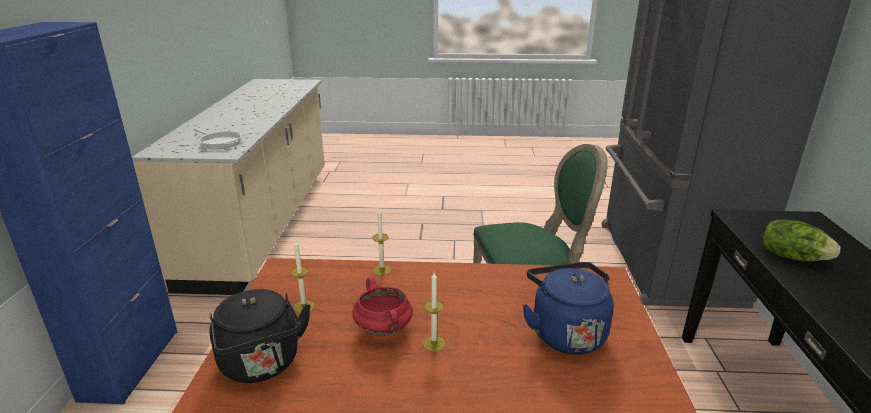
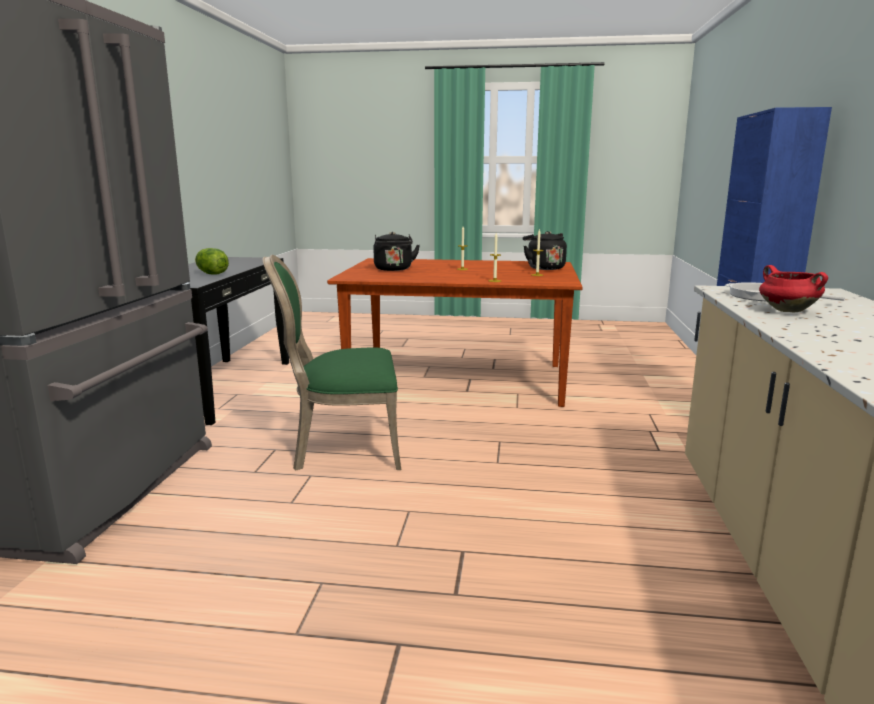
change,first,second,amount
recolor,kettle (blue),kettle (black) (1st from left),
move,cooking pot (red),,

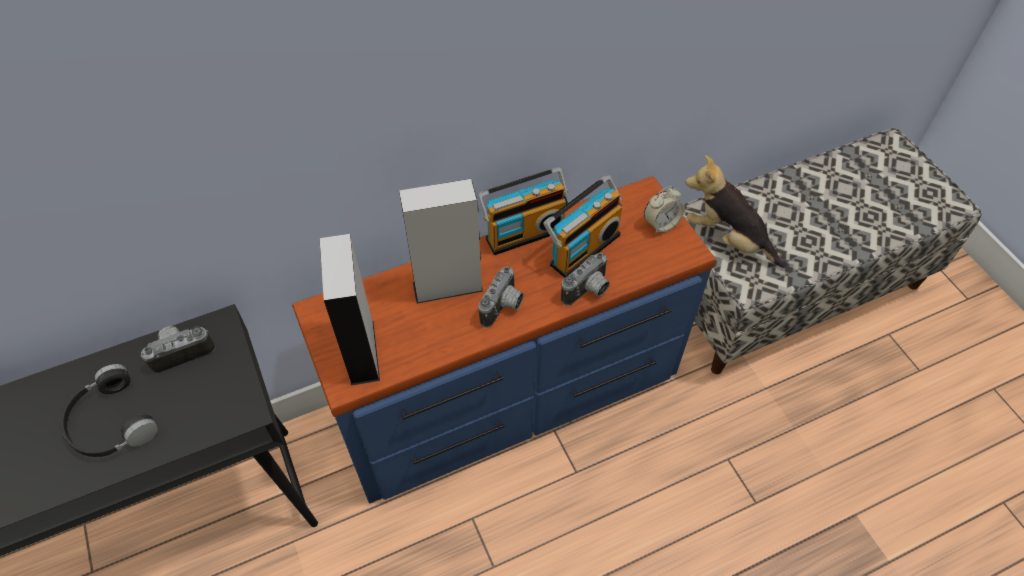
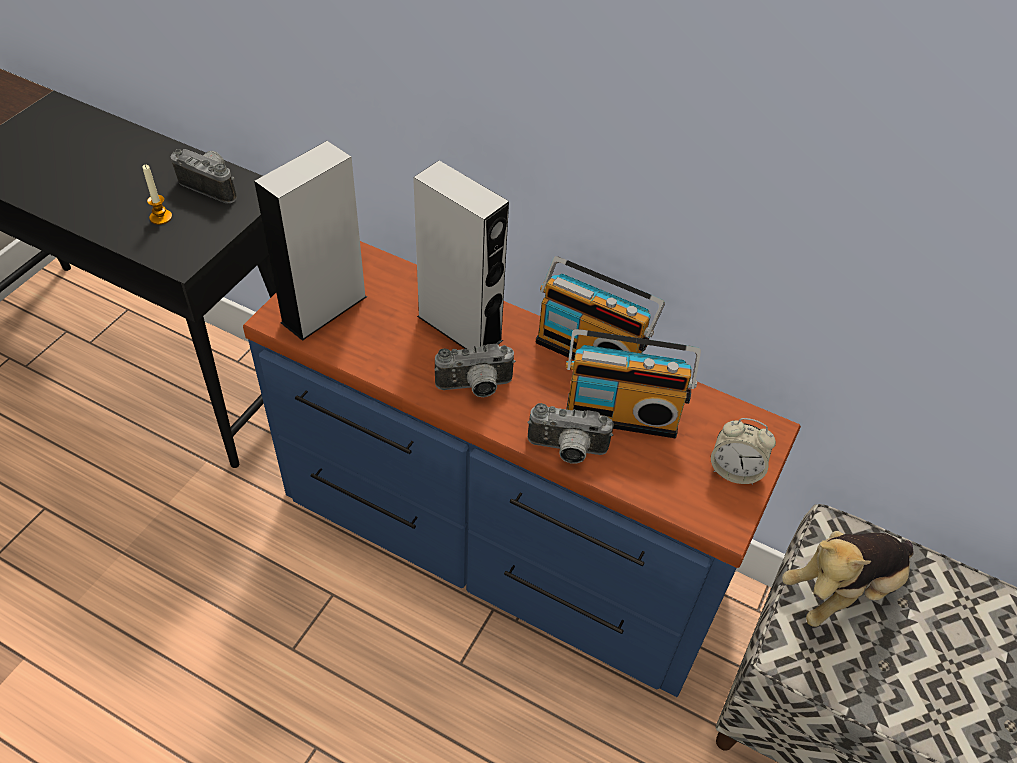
change,first,second,amount
rotate,plush toy,,120 degrees counterclockwise
delete,headphones (black),,
insert,,candle,

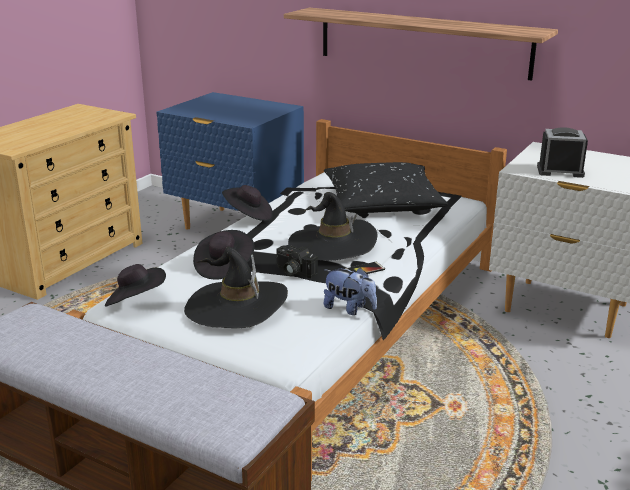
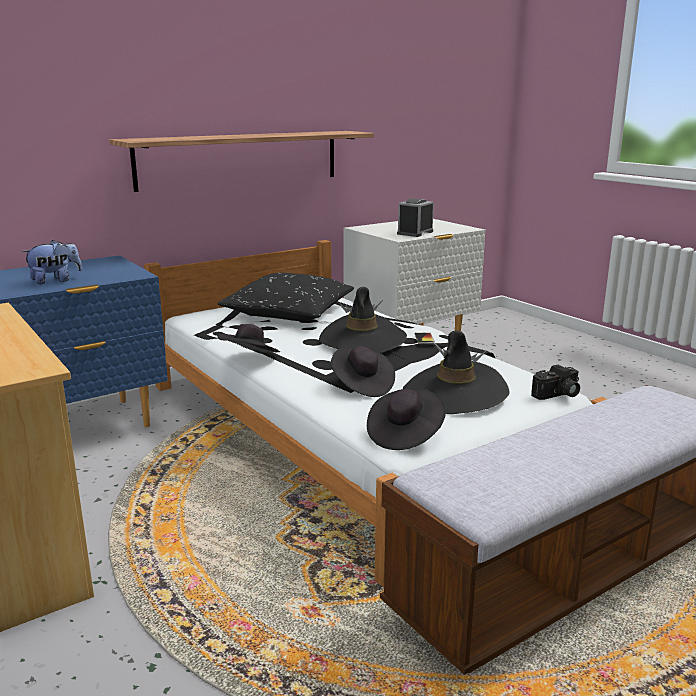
change,first,second,amount
move,photo camera,,
move,plush toy,,

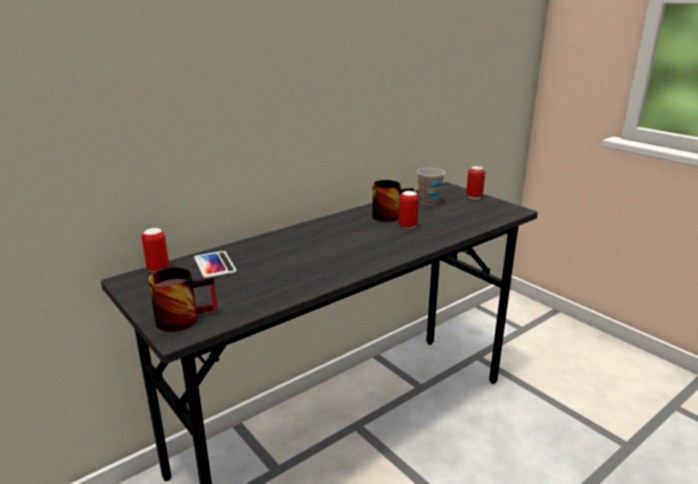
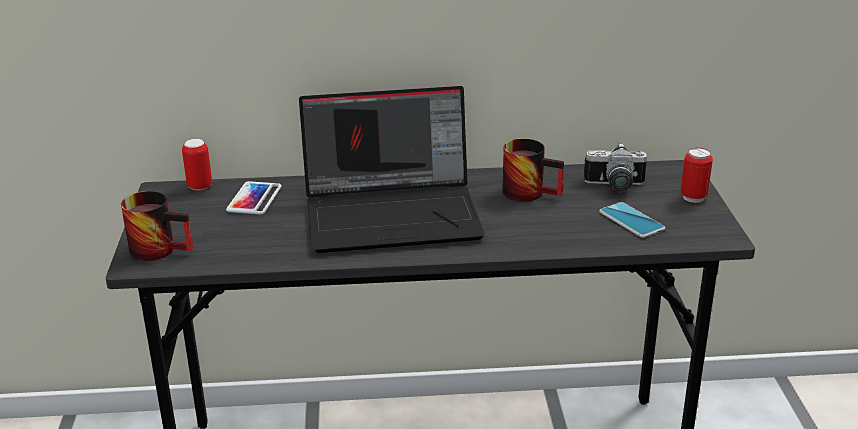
change,first,second,amount
replace,cup,photo camera,
delete,can (2nd from left),,
insert,,laptop,
insert,,phone (2nd from left),

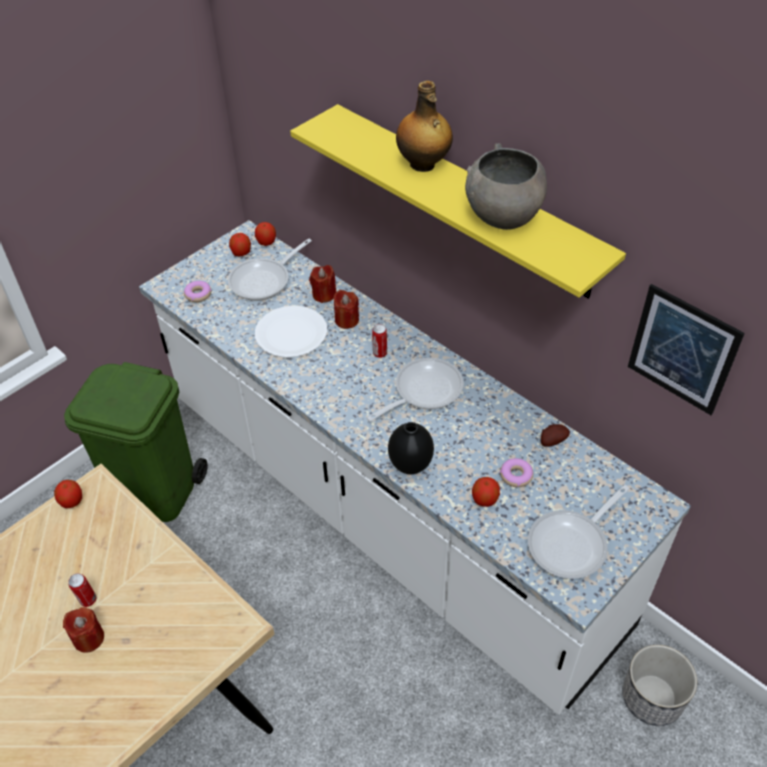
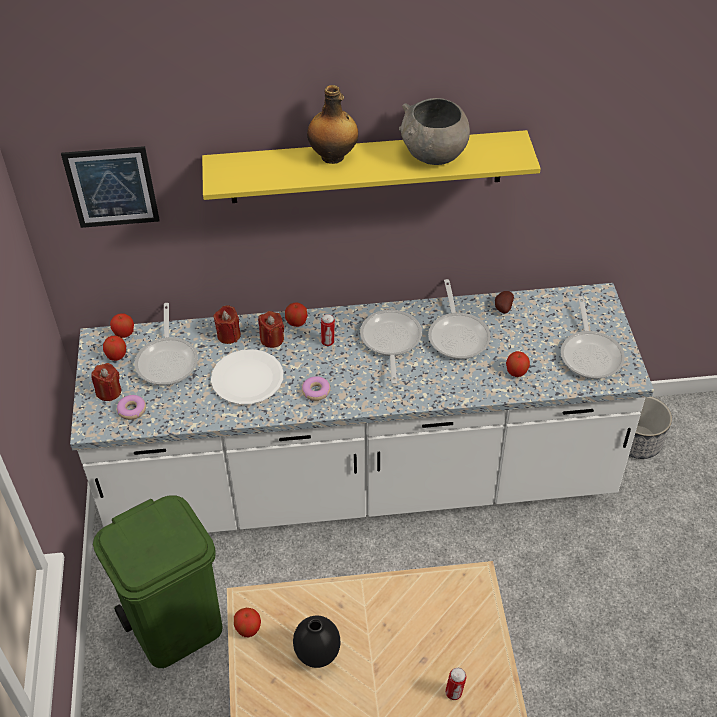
change,first,second,amount
move,picture,,
move,vase (black),,
move,donut (2nd from left),,
move,can (1st from left in the first image),can (2nd from left),
move,candle (red) (1st from left),,
insert,,frying pan (3rd from left),
insert,,apple (4th from left),

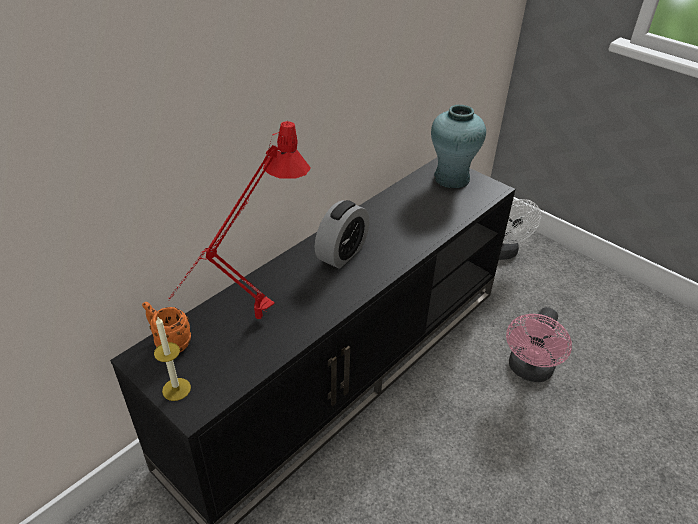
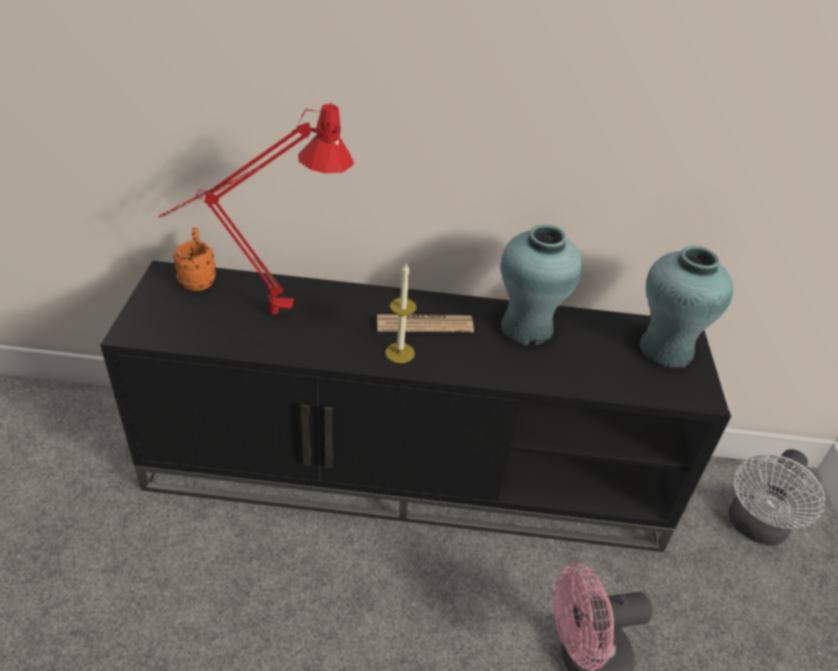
change,first,second,amount
replace,alarm clock,newspaper,
move,candle,,
insert,,vase (turquoise) (1st from left),

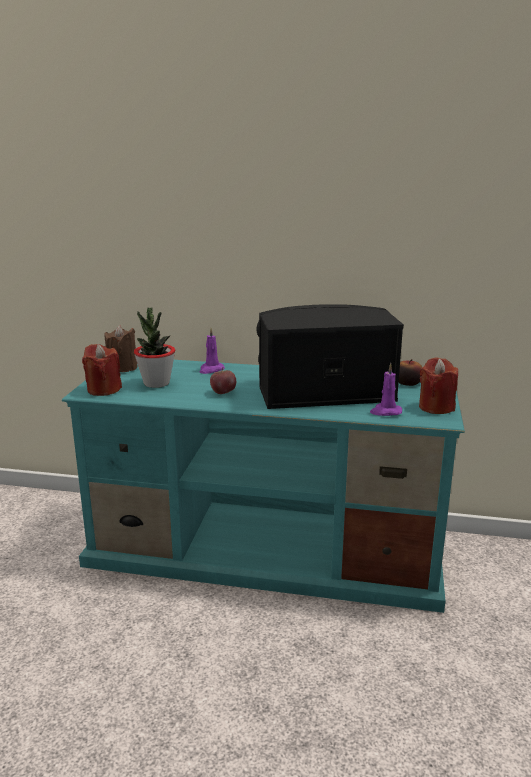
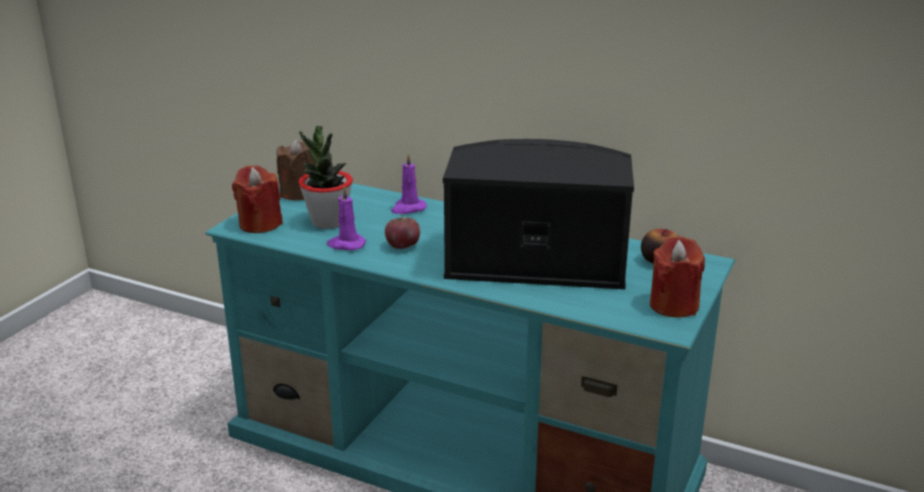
change,first,second,amount
move,candle (purple) (2nd from left in the first image),candle (purple) (1st from left),

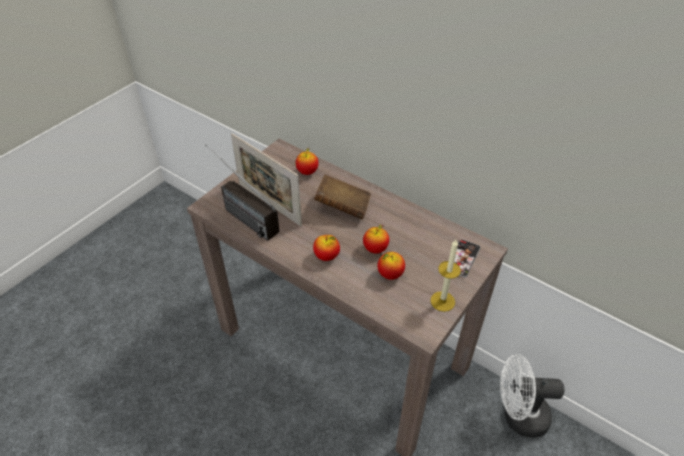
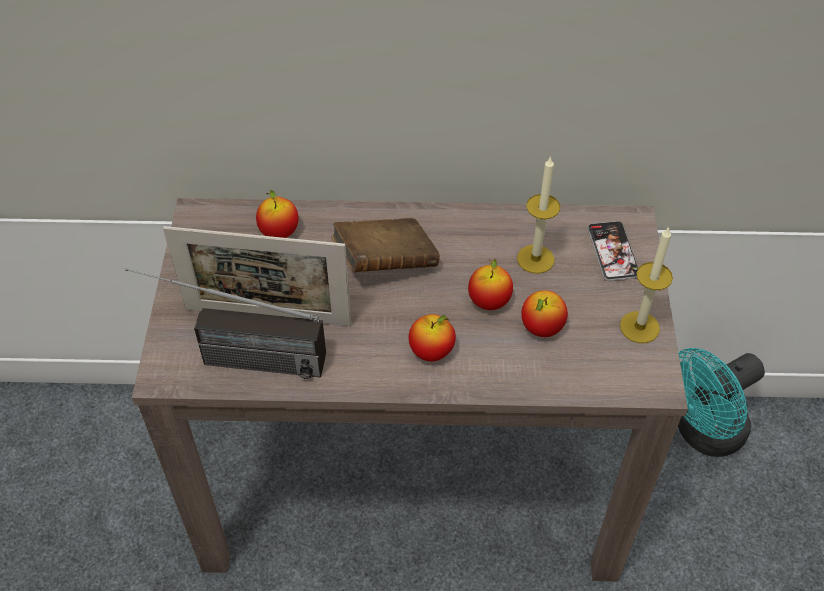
change,first,second,amount
recolor,fan (white),fan (turquoise),
insert,,candle (1st from left),

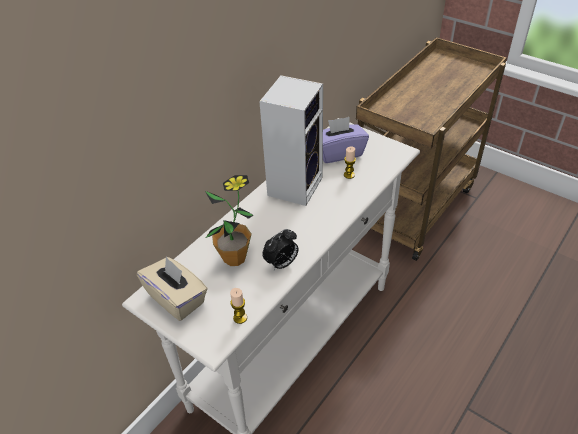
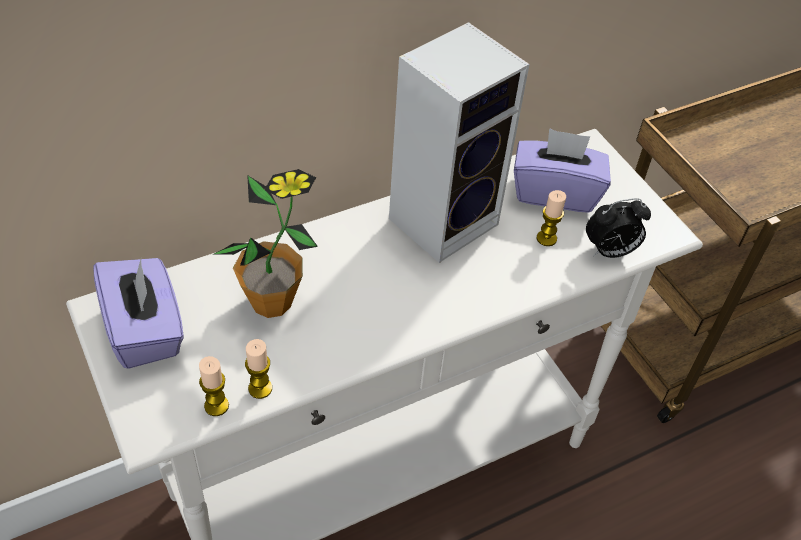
change,first,second,amount
move,alarm clock,,
recolor,tissue box (beige),tissue box (purple) (1st from left),
insert,,candle (2nd from left),

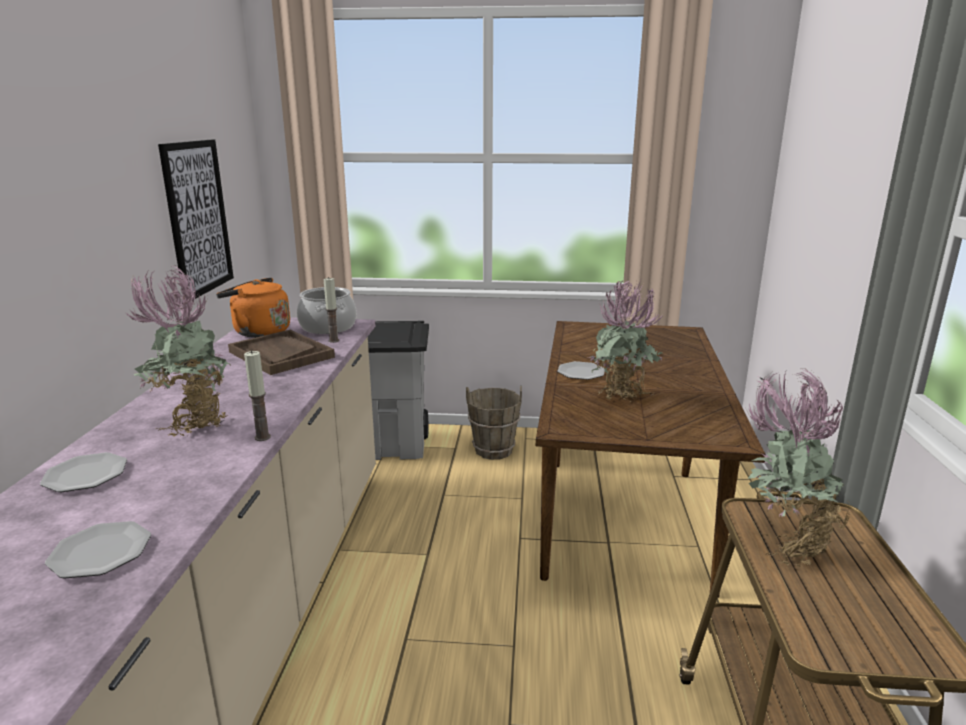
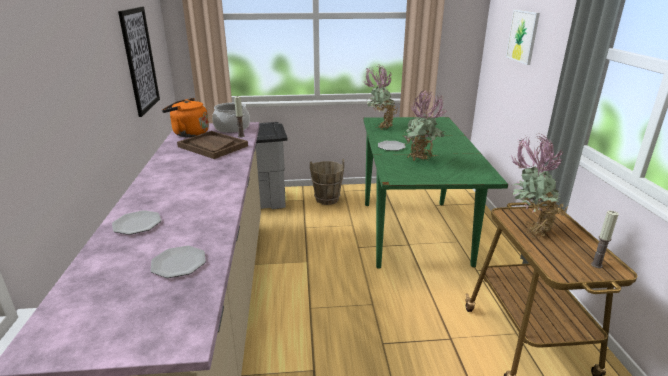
change,first,second,amount
move,potted plant (1st from left),,
recolor,dining table (brown),dining table (green),
move,candle (1st from left in the first image),candle (2nd from left),
insert,,picture (2nd from left),

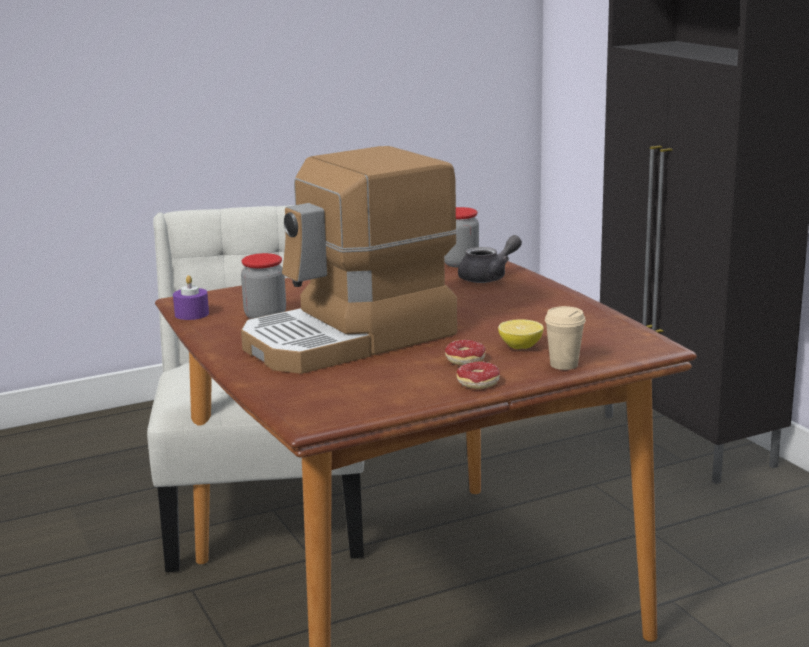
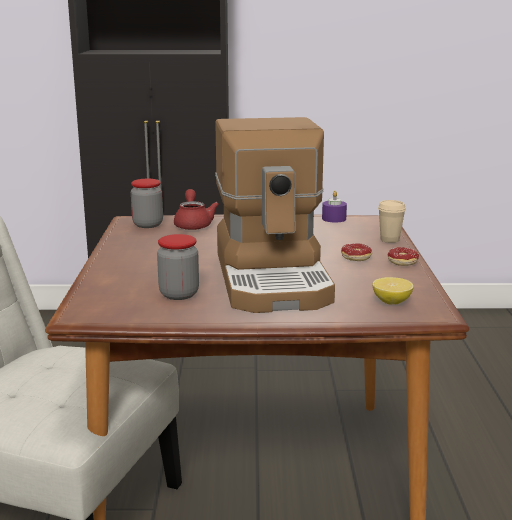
change,first,second,amount
recolor,teapot (grey),teapot (red),
move,candle (purple),,
move,lemon,,

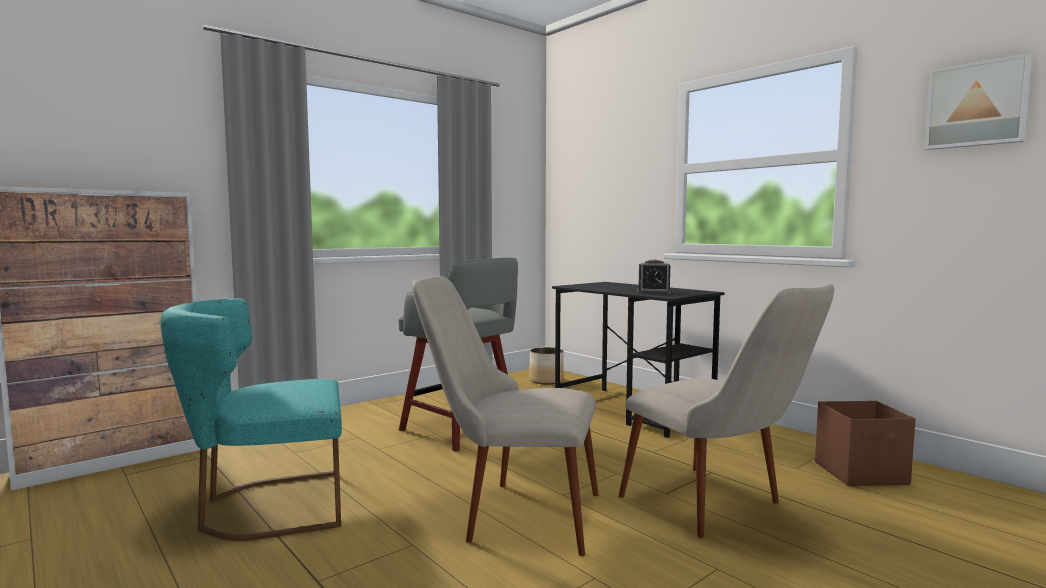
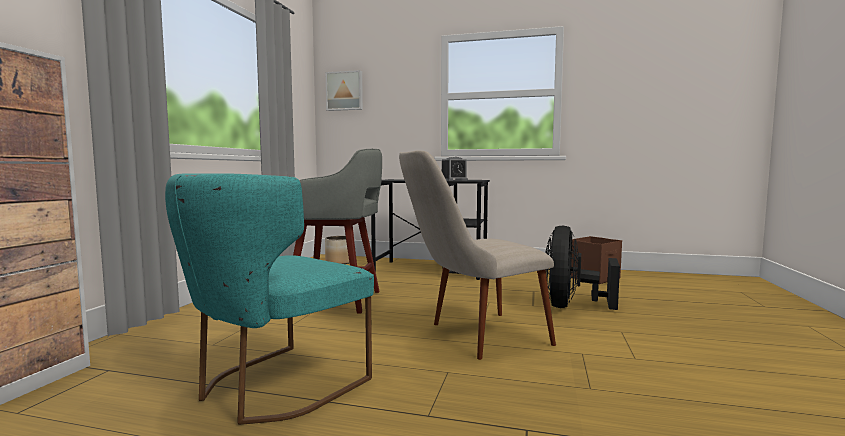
change,first,second,amount
move,picture,,
replace,chair (beige) (2nd from left),fan (black),

